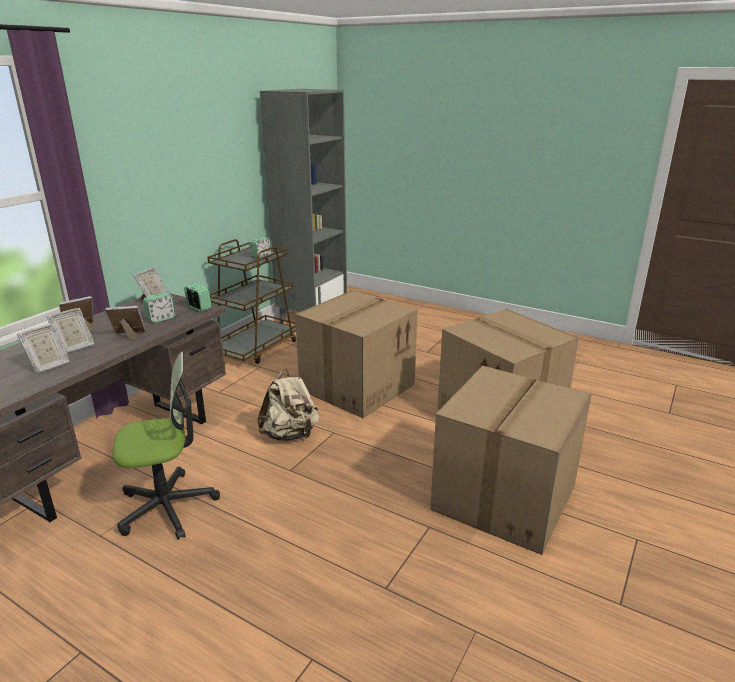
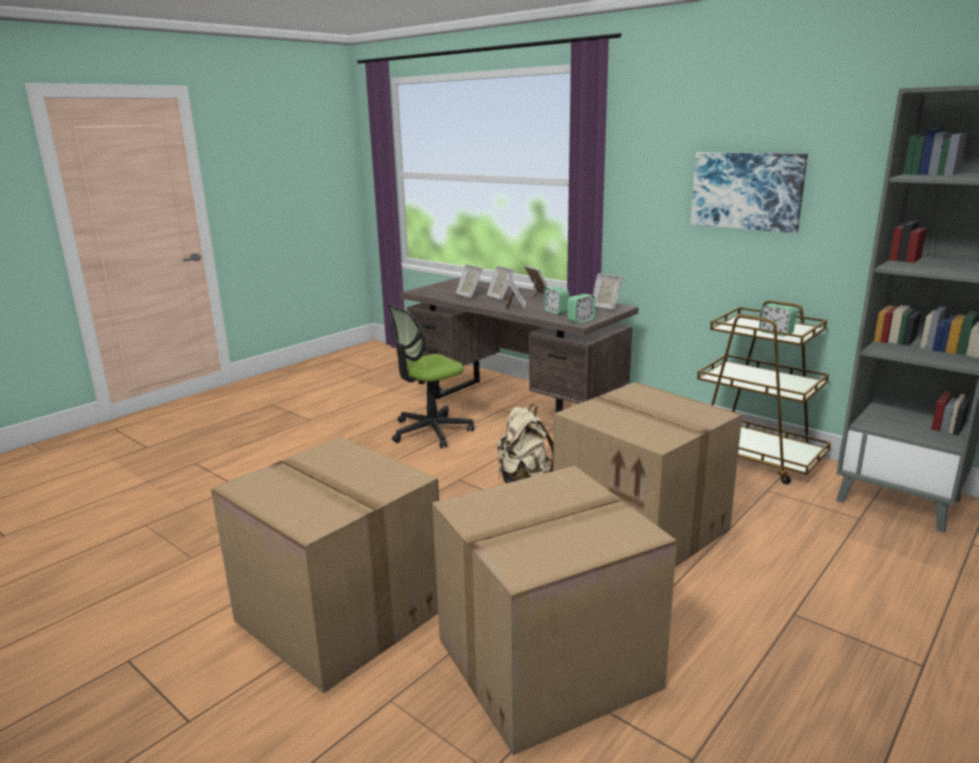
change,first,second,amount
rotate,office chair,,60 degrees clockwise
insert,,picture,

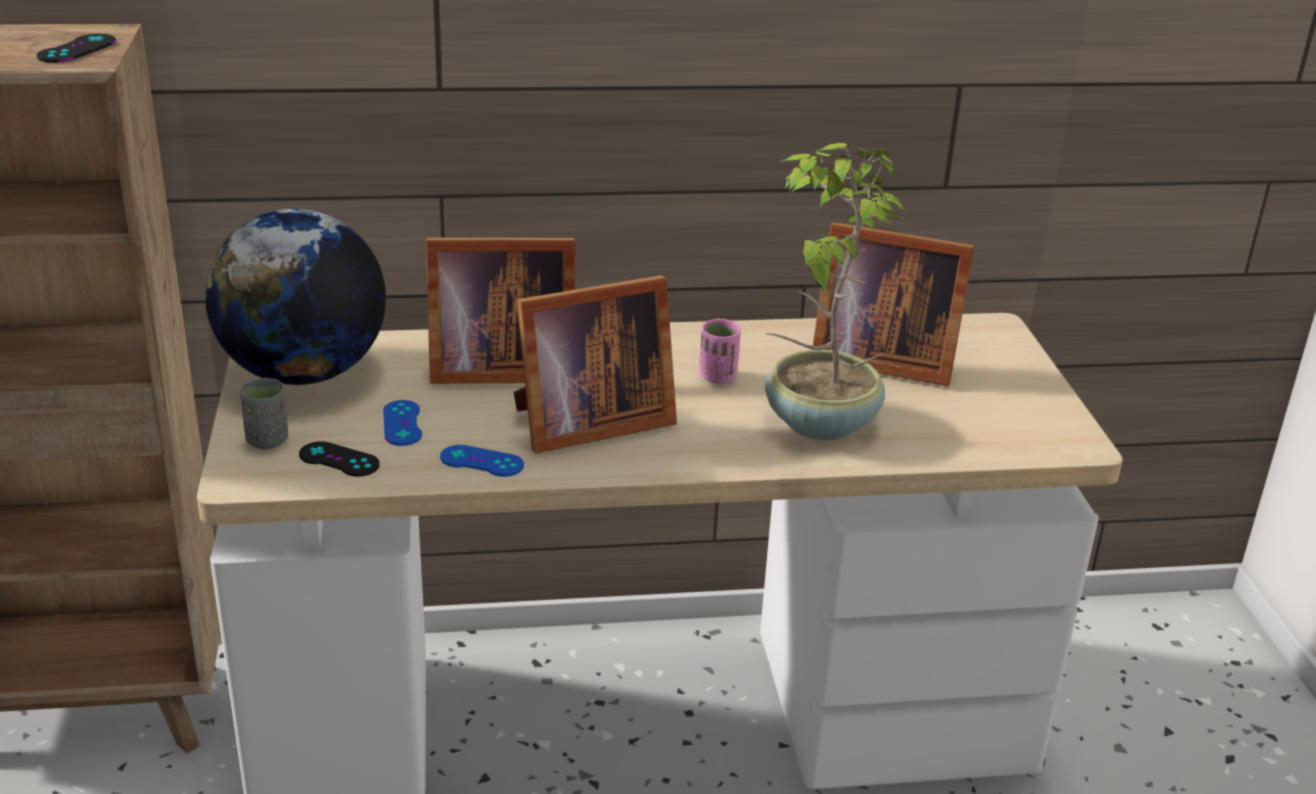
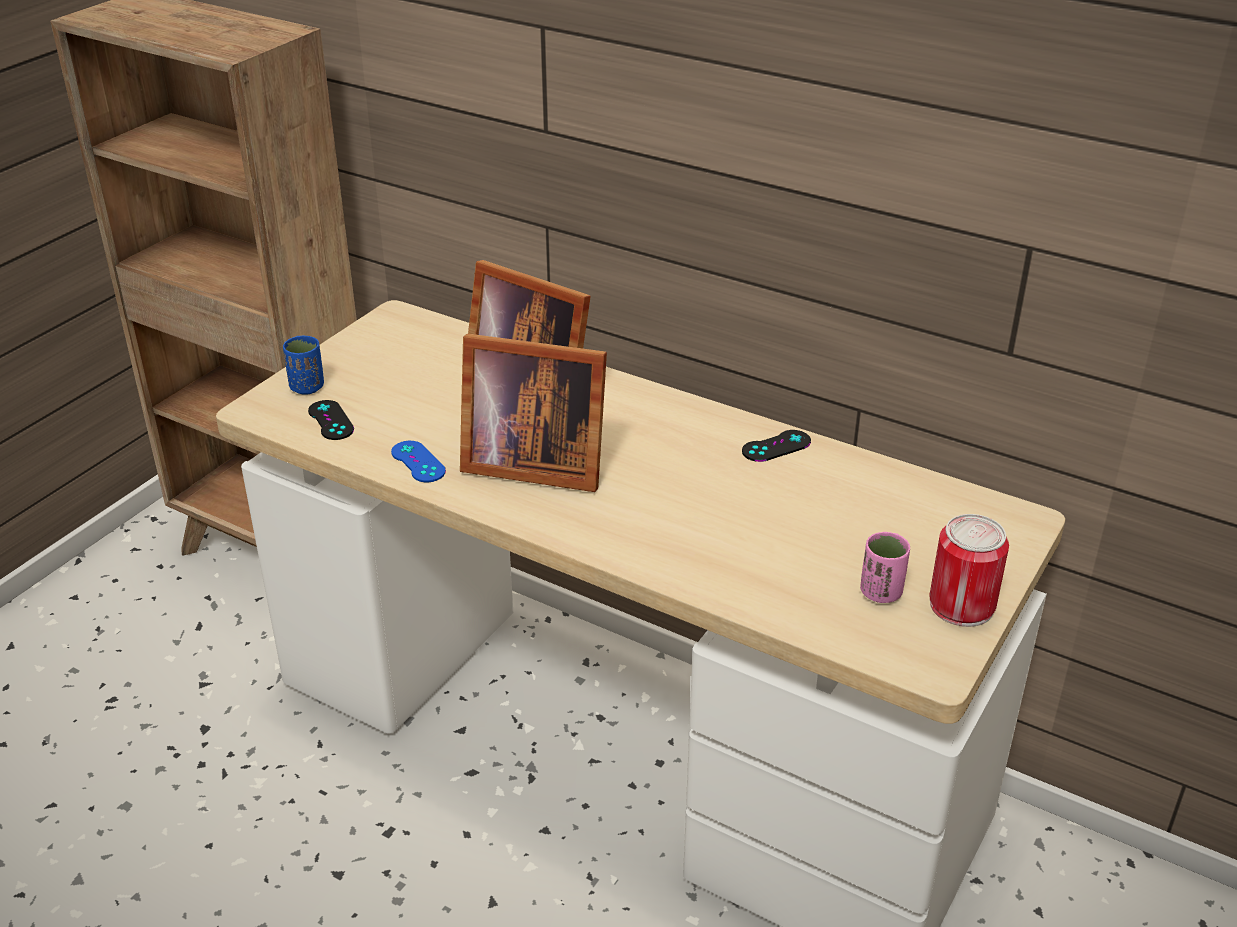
change,first,second,amount
move,game controller (black) (1st from left in the first image),game controller (black) (2nd from left),
delete,potted plant,,
delete,globe,,
delete,picture frame (3rd from left),,
move,cup (pink),,
recolor,cup (grey),cup (blue),
delete,game controller (blue) (1st from left),,
insert,,can,

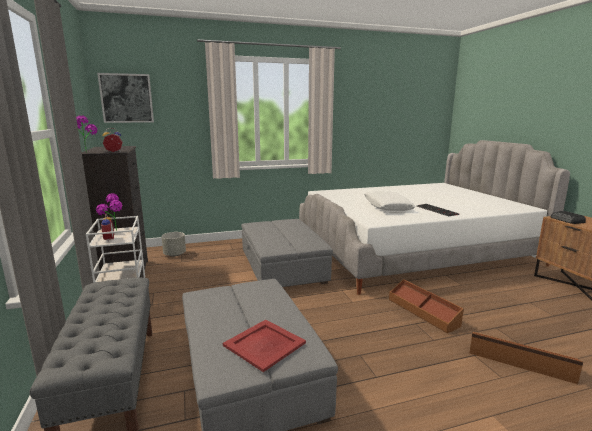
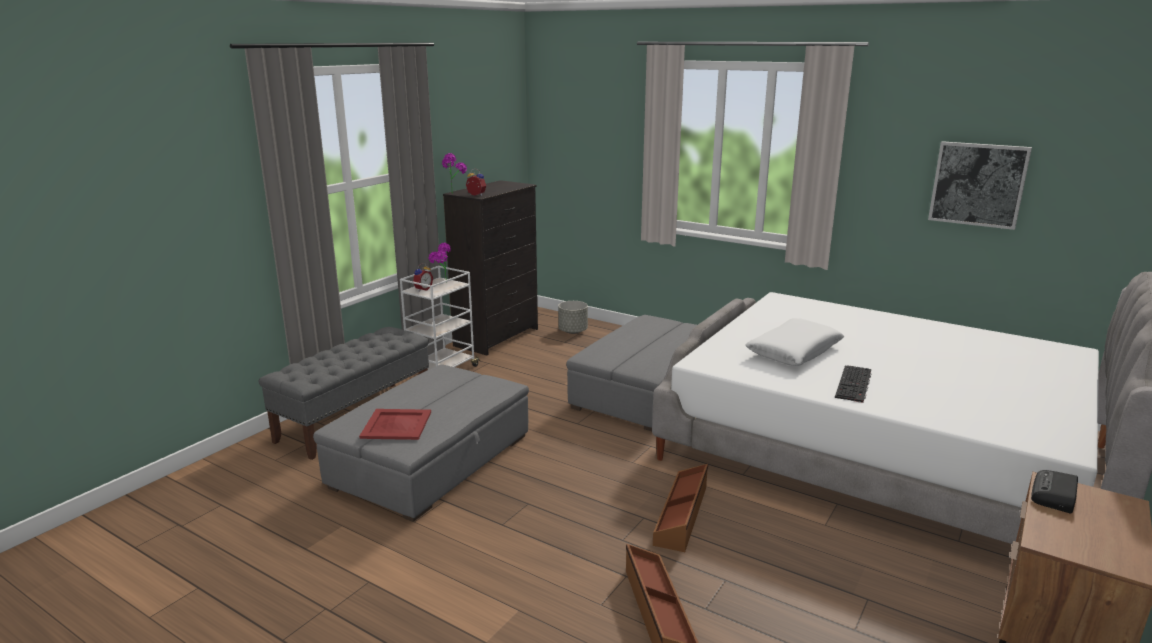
change,first,second,amount
move,picture,,

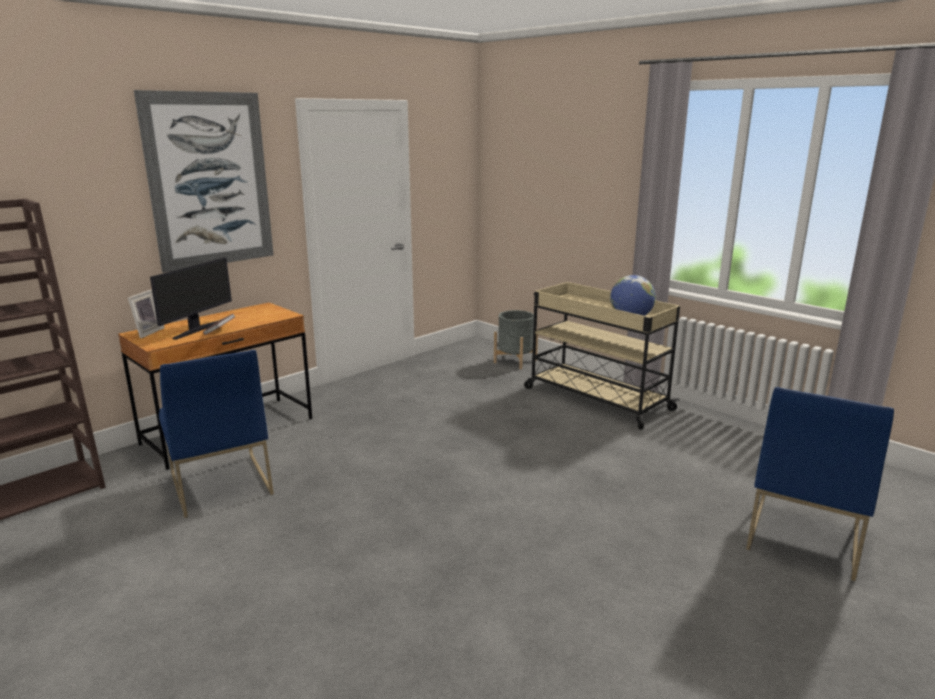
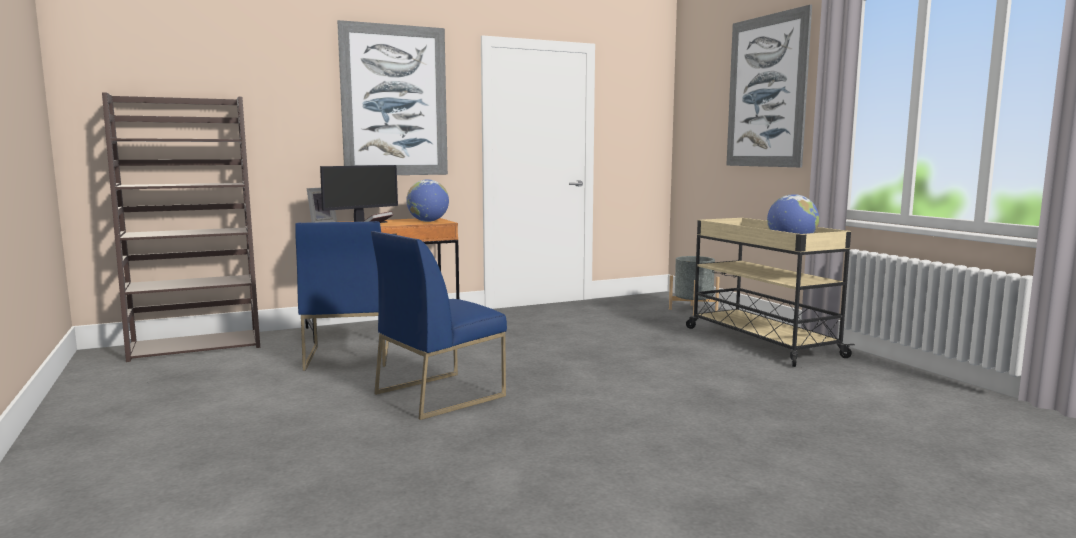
change,first,second,amount
move,chair (blue) (2nd from left),,
insert,,picture (2nd from left),
insert,,globe (1st from left),

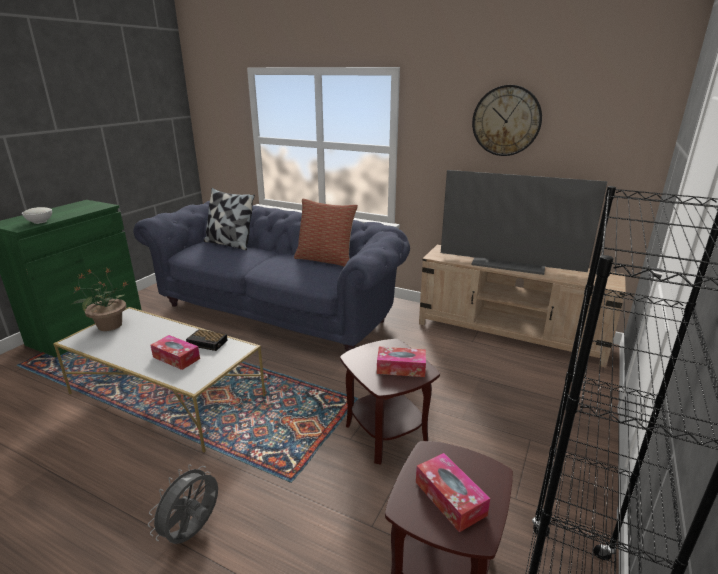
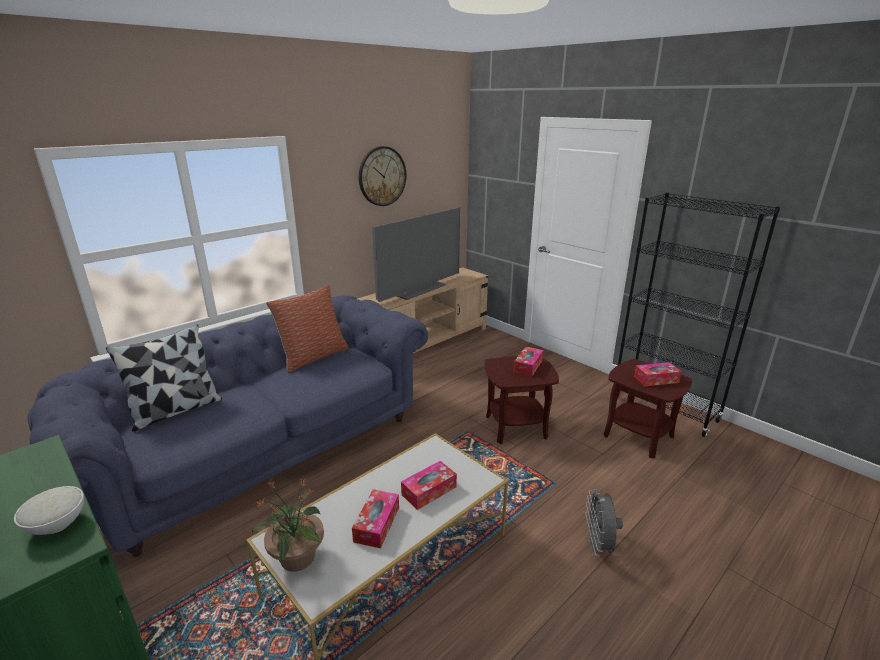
change,first,second,amount
delete,alarm clock,,
rotate,fan (grey),,45 degrees clockwise
insert,,tissue box (1st from left),

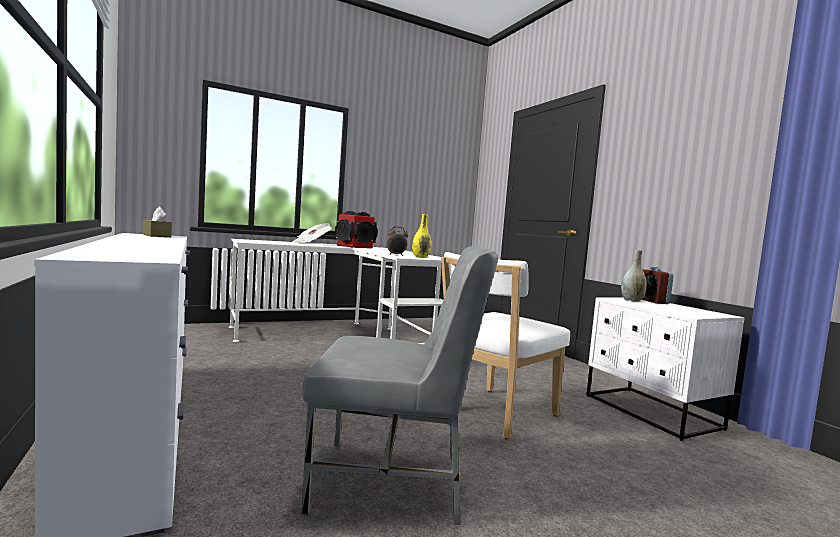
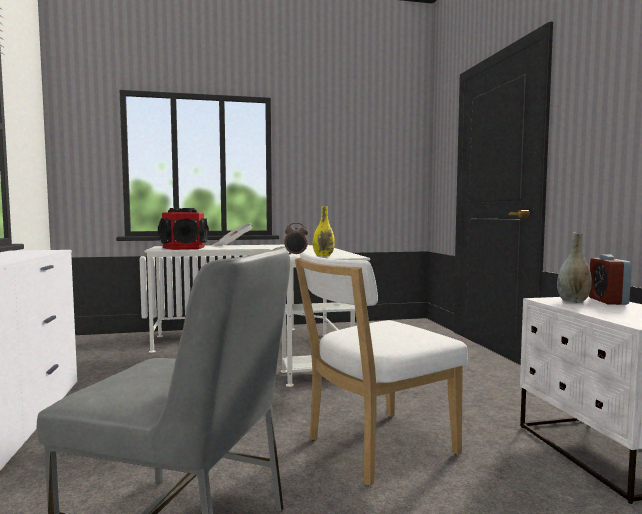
change,first,second,amount
delete,tissue box (brown),,
move,speaker,,

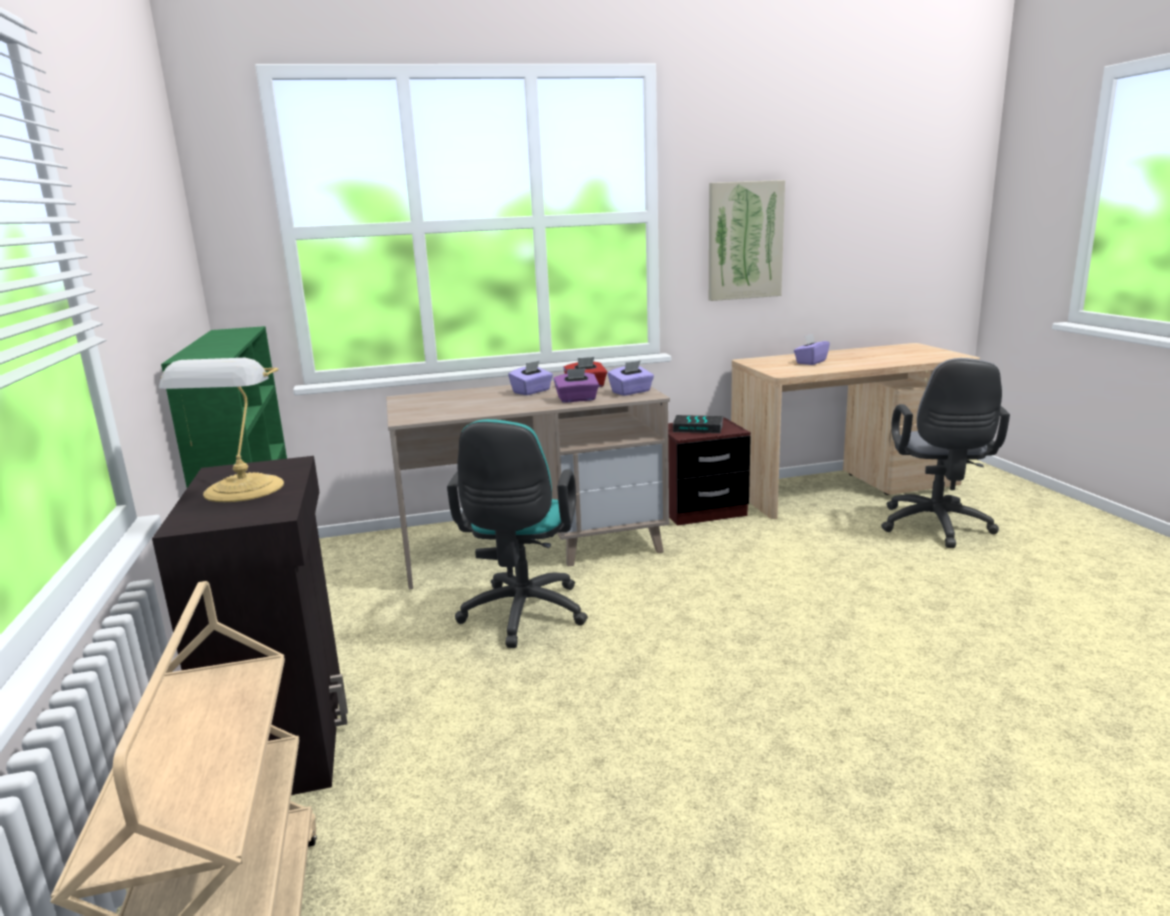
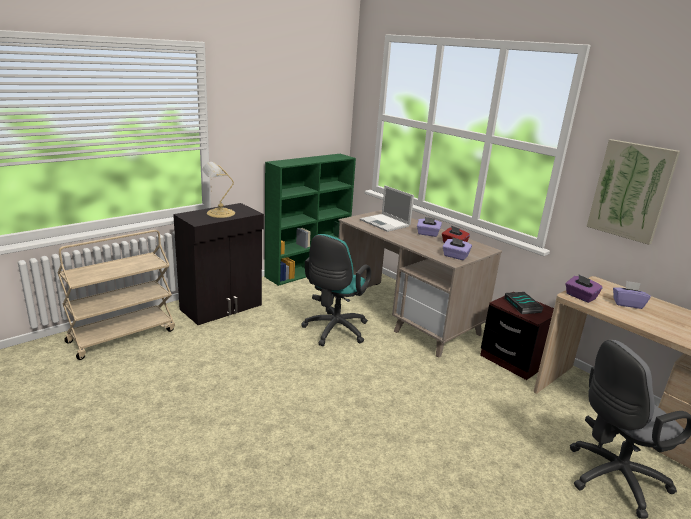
change,first,second,amount
move,tissue box (purple) (2nd from left in the first image),tissue box (purple) (3rd from left),
rotate,office chair (turquoise),,45 degrees counterclockwise
insert,,laptop,

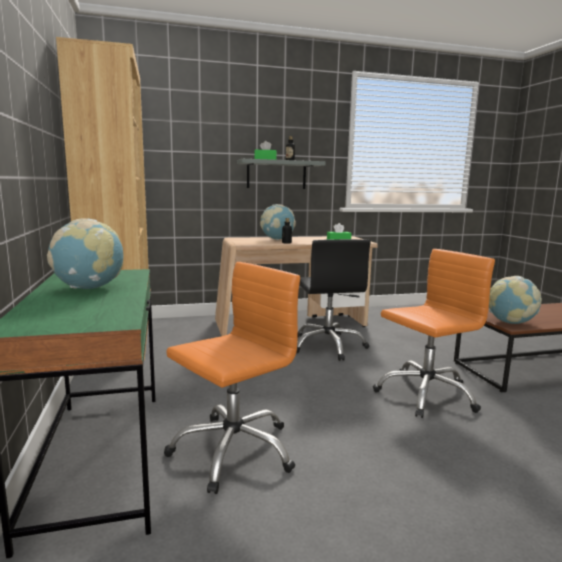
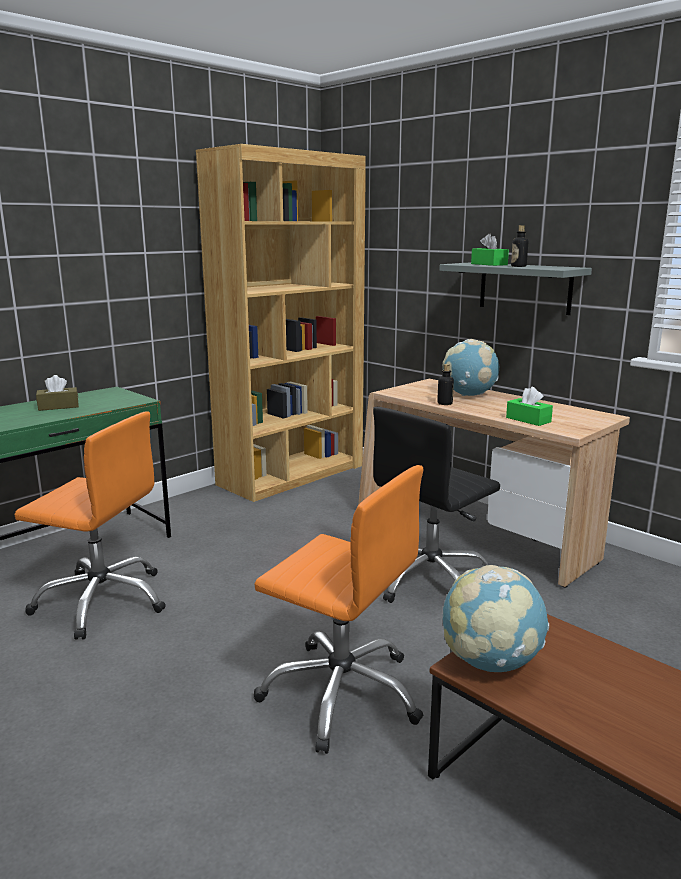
change,first,second,amount
replace,globe (1st from left),tissue box (brown),

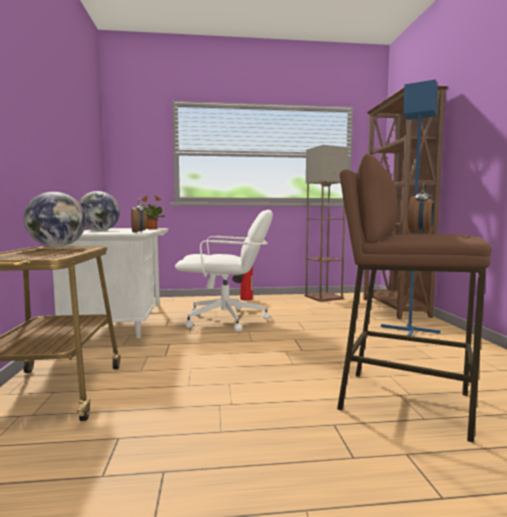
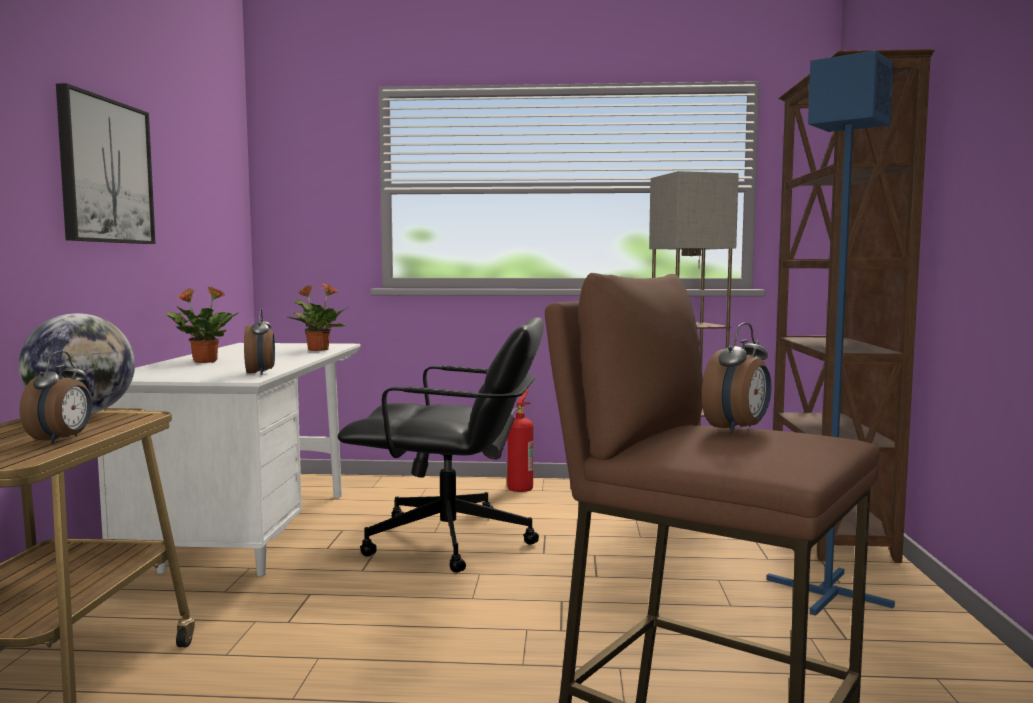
change,first,second,amount
replace,globe (2nd from left),potted plant (1st from left),
recolor,office chair (white),office chair (black),
insert,,picture,
insert,,alarm clock (1st from left),

